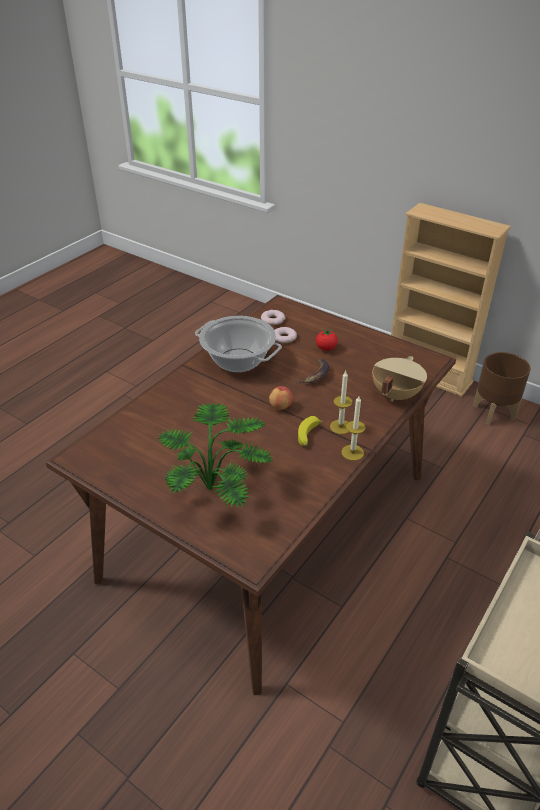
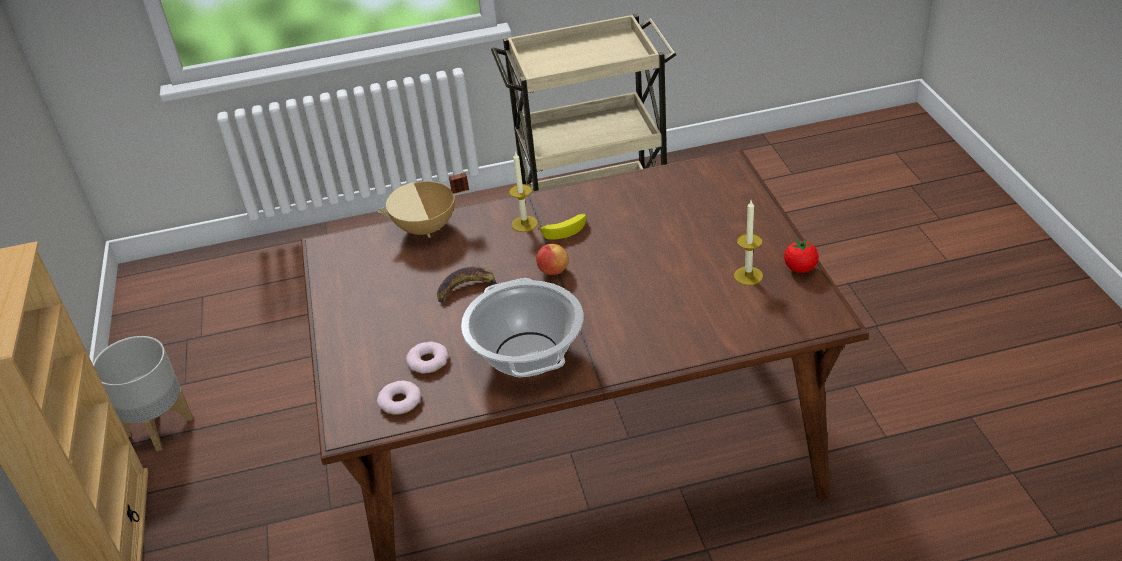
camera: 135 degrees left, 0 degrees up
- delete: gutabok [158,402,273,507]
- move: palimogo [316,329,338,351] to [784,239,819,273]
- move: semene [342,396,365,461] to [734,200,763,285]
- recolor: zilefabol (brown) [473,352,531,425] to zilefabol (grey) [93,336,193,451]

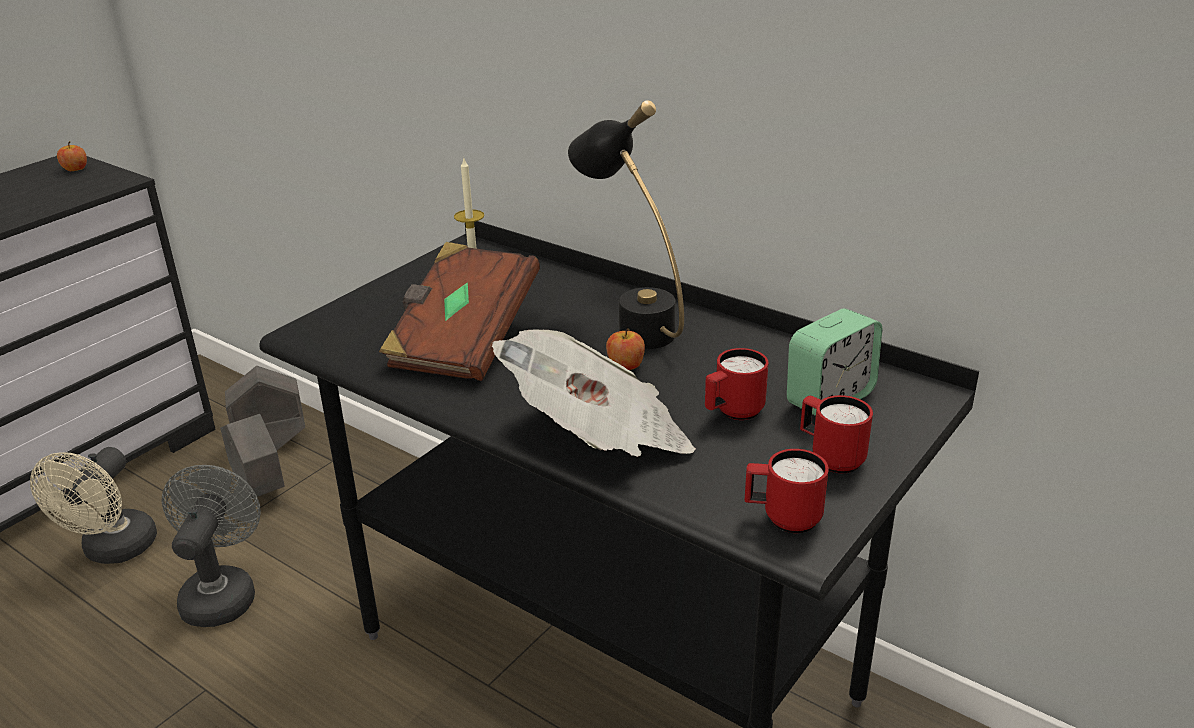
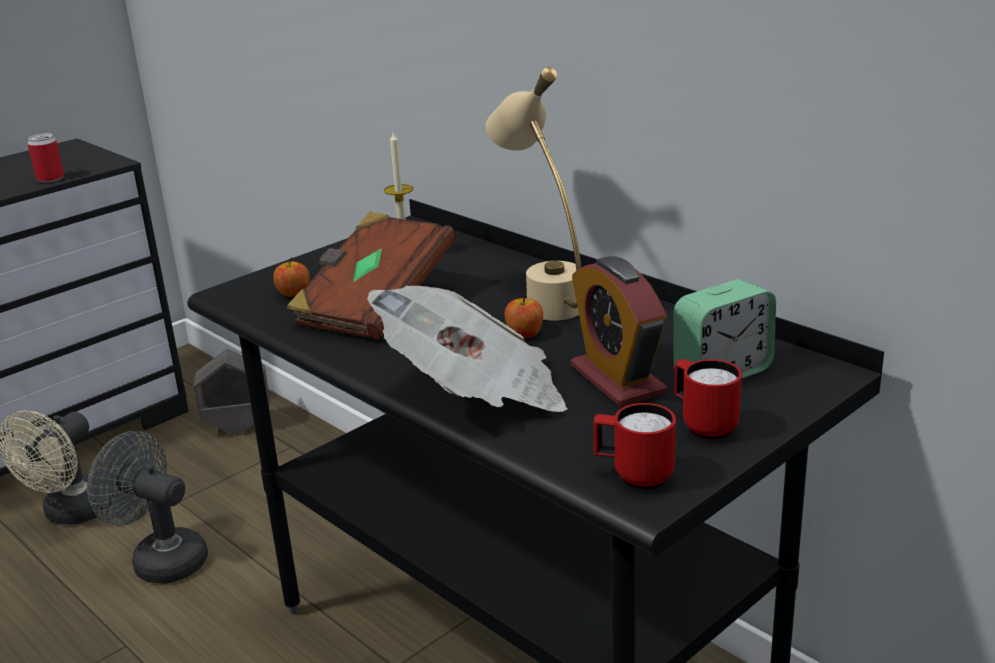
camera: 10 degrees right, 5 degrees down
- delete: zilefabol (grey) [220,414,285,498]
- insert: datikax [27,133,64,183]
- move: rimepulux [57,141,87,171] to [273,257,310,297]
- replace: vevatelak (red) [705,348,768,420] to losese [571,256,667,407]
- recolor: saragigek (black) [568,100,684,349] to saragigek (beige) [486,67,581,321]
- rotate: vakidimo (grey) [162,465,261,627] = [87,431,208,584] 75 degrees counterclockwise

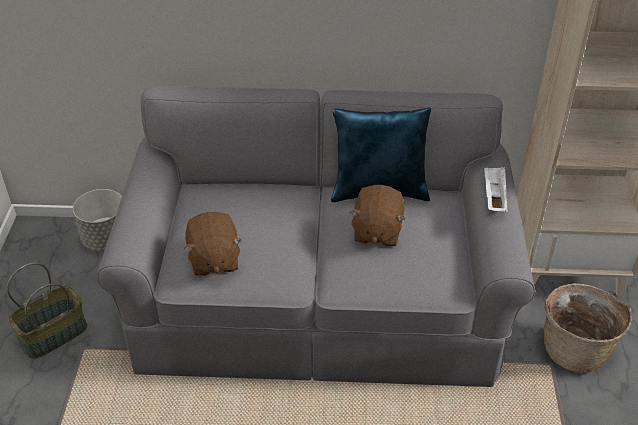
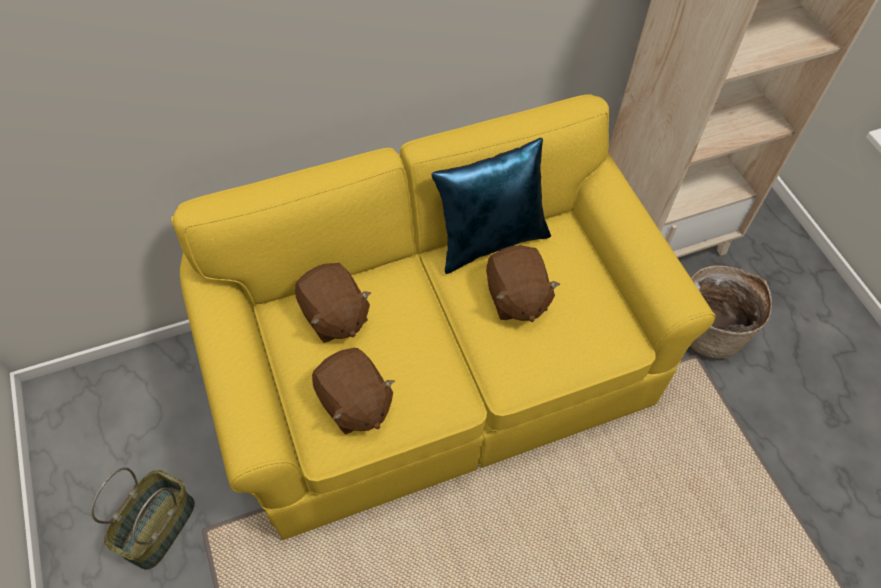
camera: 25 degrees left, 15 degrees up
- delete: zilefabol (grey) [73,189,122,251]
- delete: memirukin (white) [484,167,508,212]
- insert: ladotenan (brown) [295,263,371,343]
- recolor: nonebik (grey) [97,86,535,387] to nonebik (yellow) [171,94,716,540]

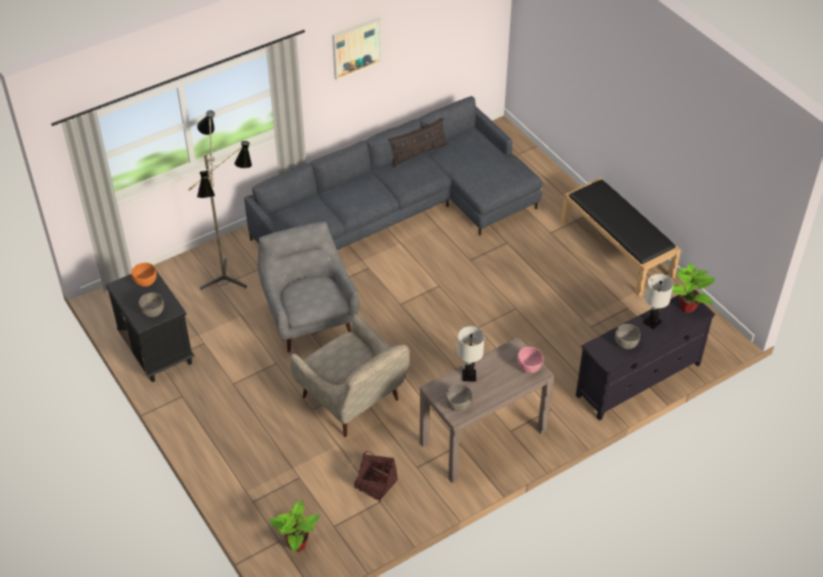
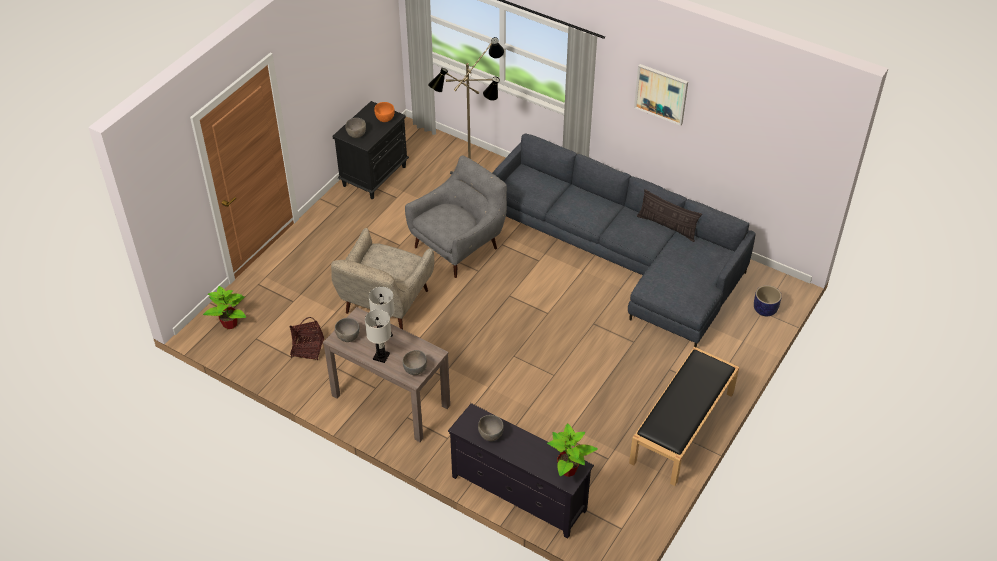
camera: 65 degrees right, 0 degrees up
- insert: zilefabol [754,285,782,316]
- move: saragigek (white) [643,274,673,329] to [365,309,391,363]
- recolor: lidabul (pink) [517,347,543,373] to lidabul (grey) [403,350,427,375]

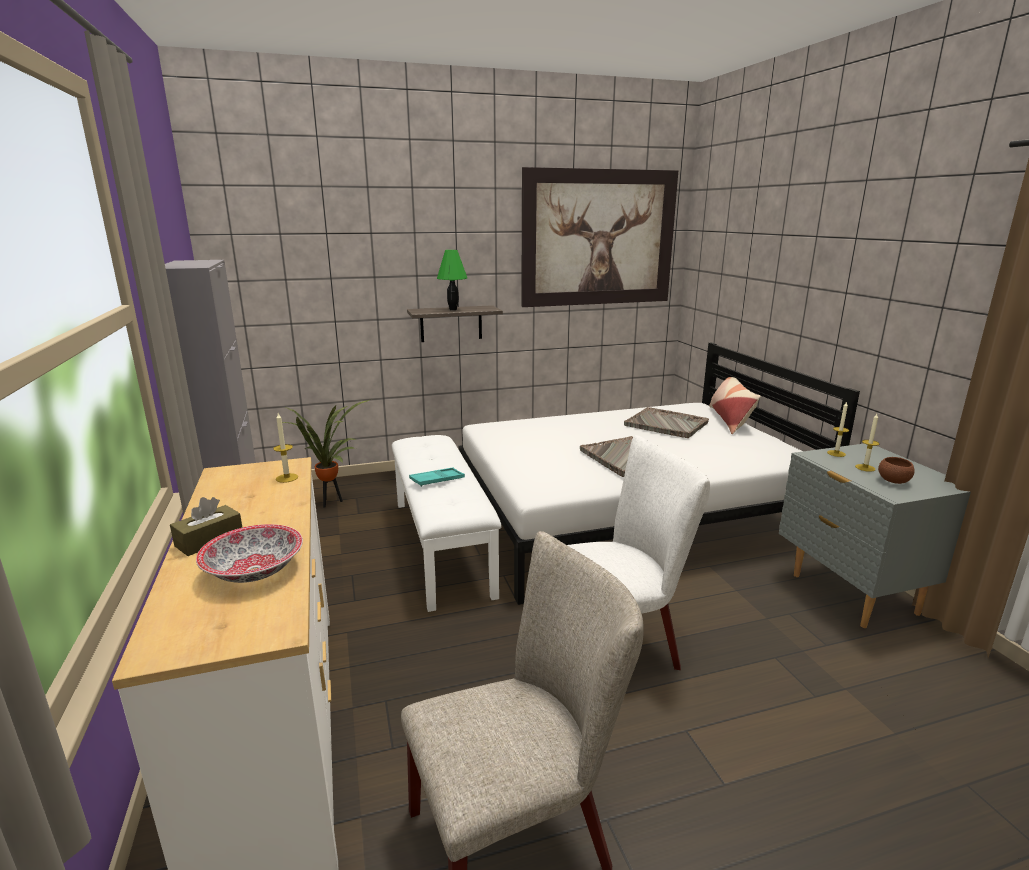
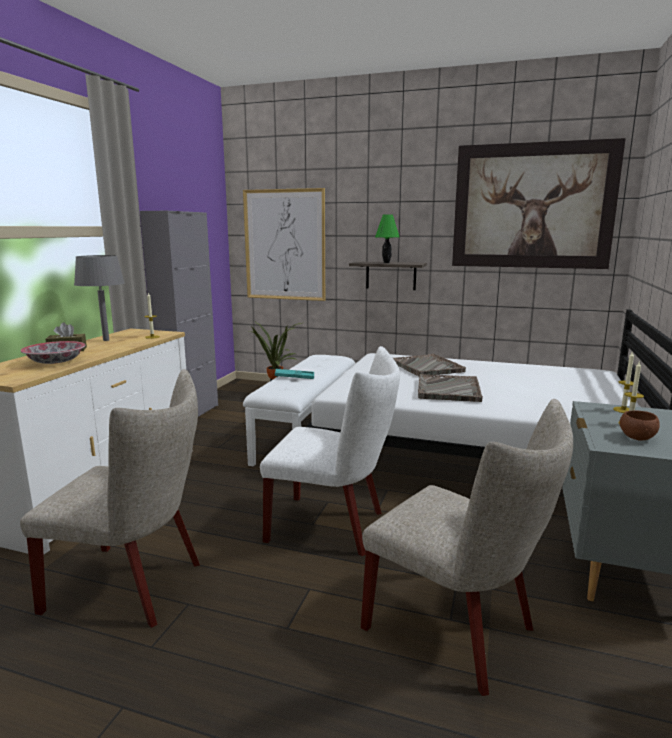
camera: 35 degrees right, 5 degrees down
- delete: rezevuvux [709,377,761,435]
- insert: saragigek (grey) [74,255,125,341]
- insert: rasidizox [243,188,325,301]
- insert: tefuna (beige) [361,399,573,696]
- move: memirukin (grey) [624,407,709,438] to [393,354,466,376]

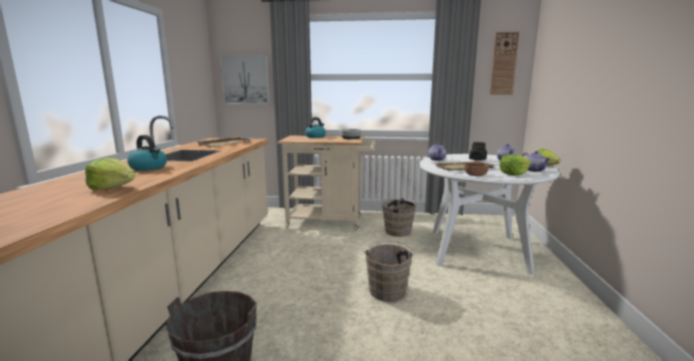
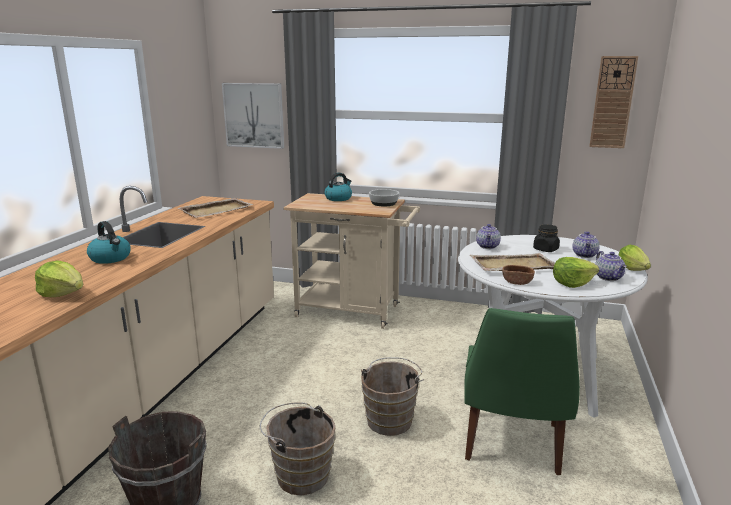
camera: 10 degrees right, 5 degrees up
- insert: tefuna (green) [464,308,580,475]
- move: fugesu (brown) [379,198,416,237] to [260,402,336,495]

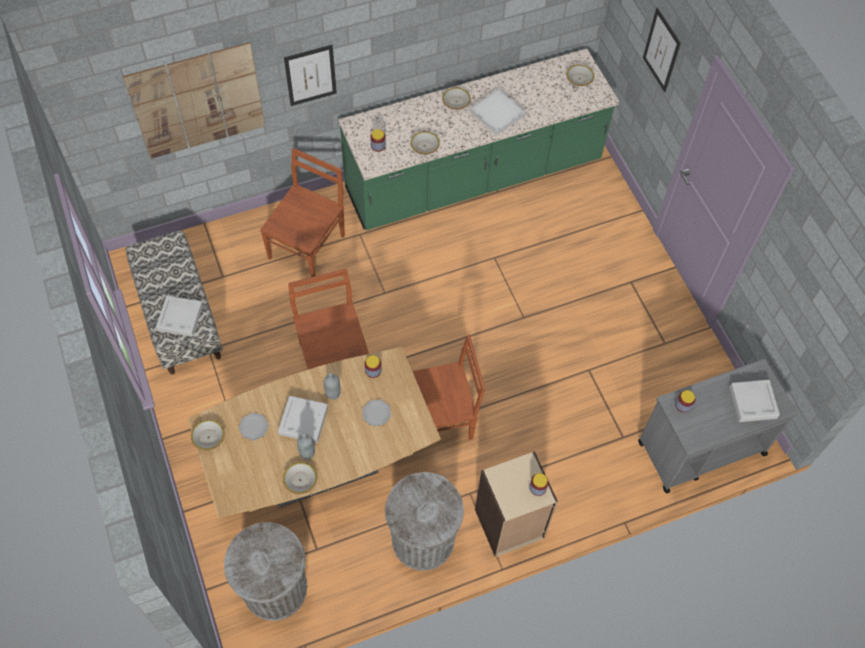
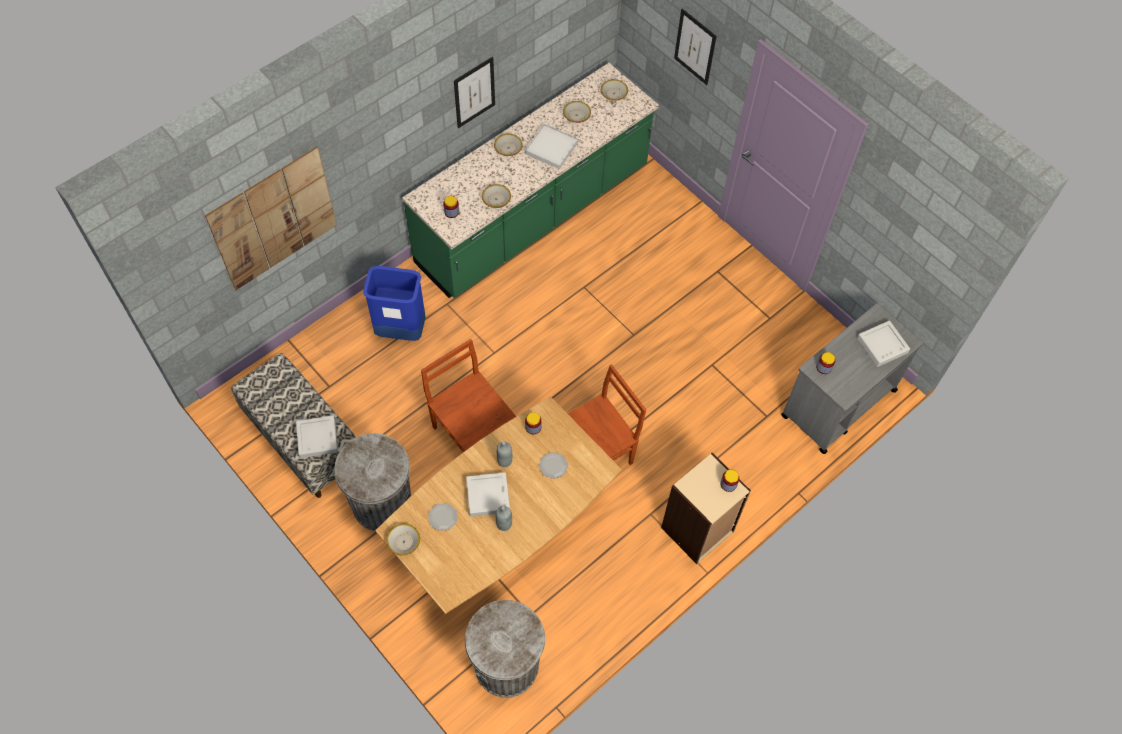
camera: 20 degrees left, 0 degrees up
- move: lidabul [283,462,317,494] to [563,101,591,123]
- move: rasidizox [284,45,337,106] to [454,57,495,128]
- move: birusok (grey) [385,472,464,571] to [334,433,411,531]
- replace: tefuna (brown) [260,148,345,277] to birusok (blue) [363,266,426,341]

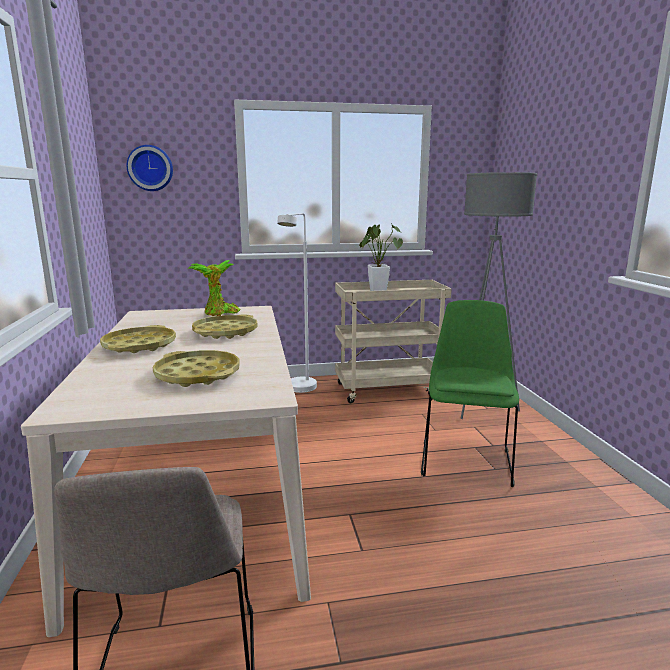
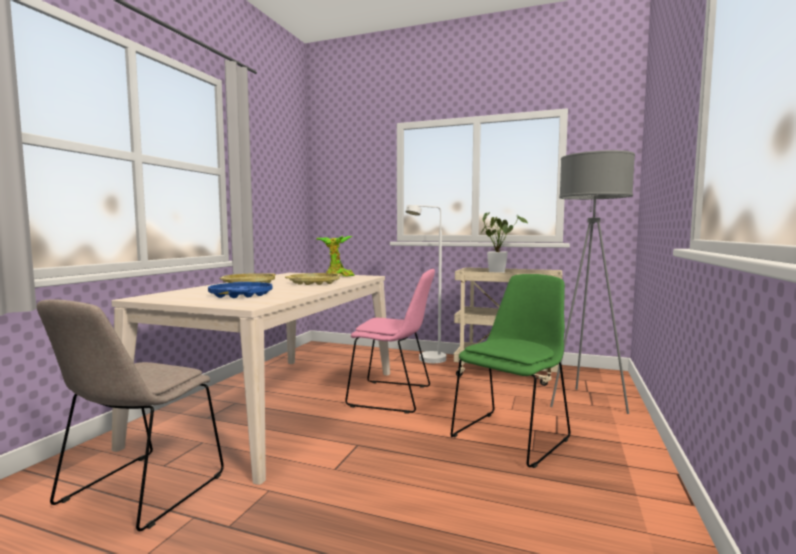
camera: 30 degrees right, 10 degrees down
- delete: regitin [127,145,173,191]
- insert: tefuna (pink) [345,269,435,414]
- recolor: memirukin (yellow) [153,350,240,387] to memirukin (blue) [208,282,272,298]

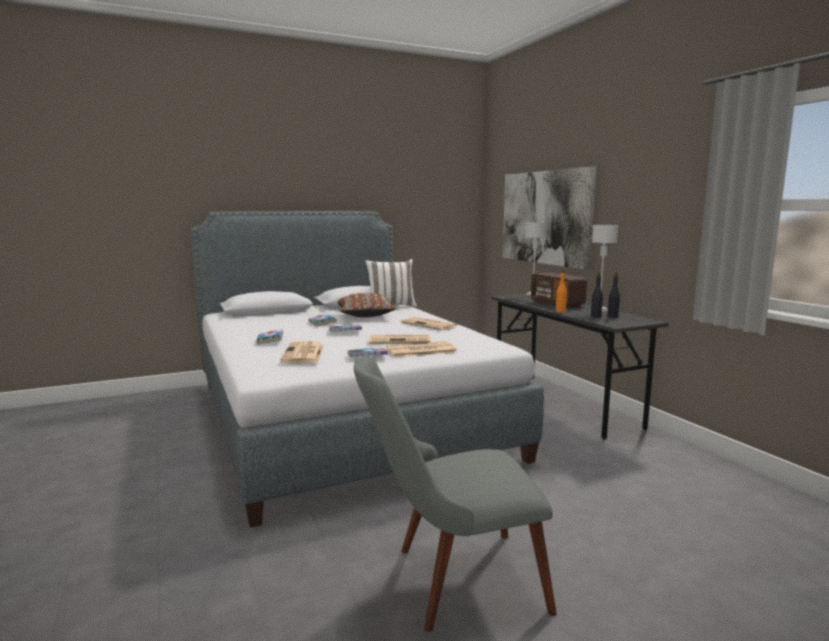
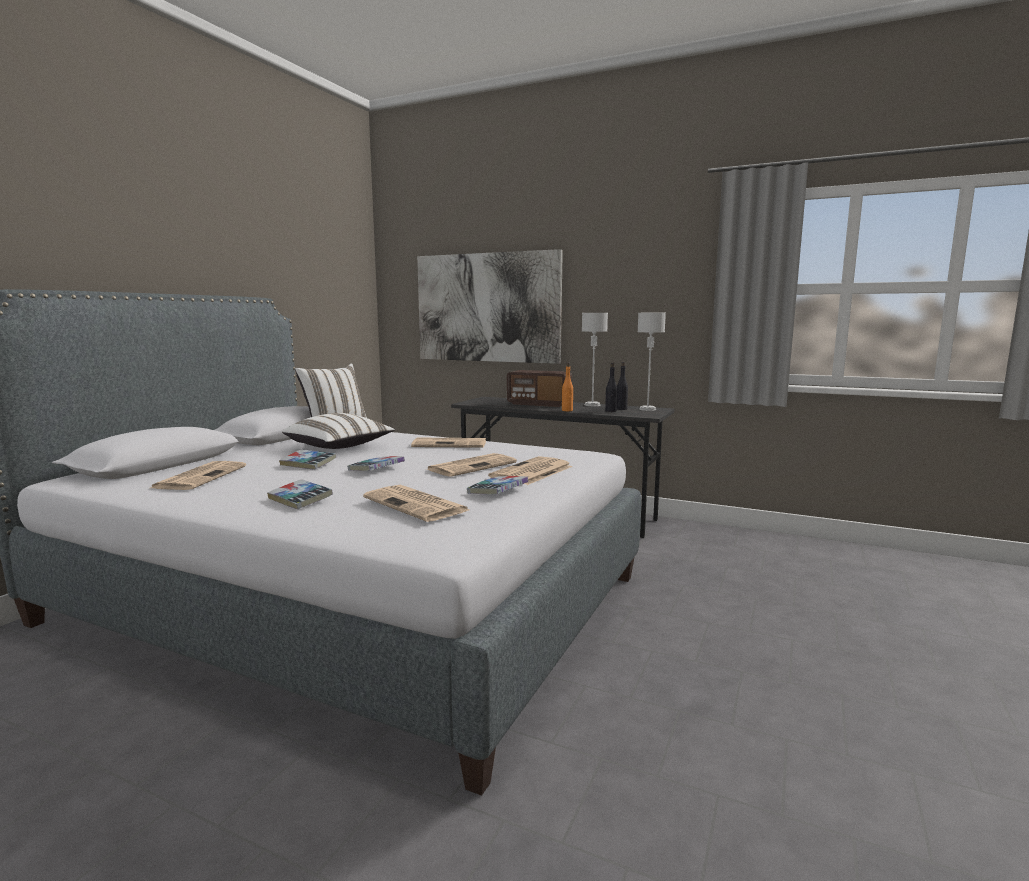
camera: 40 degrees left, 0 degrees up
- delete: tefuna (grey) [354,356,557,632]
- insert: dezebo [151,461,246,490]
- move: saragigek (grey) [525,222,546,296] to [637,313,666,411]
- recolor: rezevuvux (brown) [338,293,396,317] to rezevuvux (white) [282,413,395,449]

